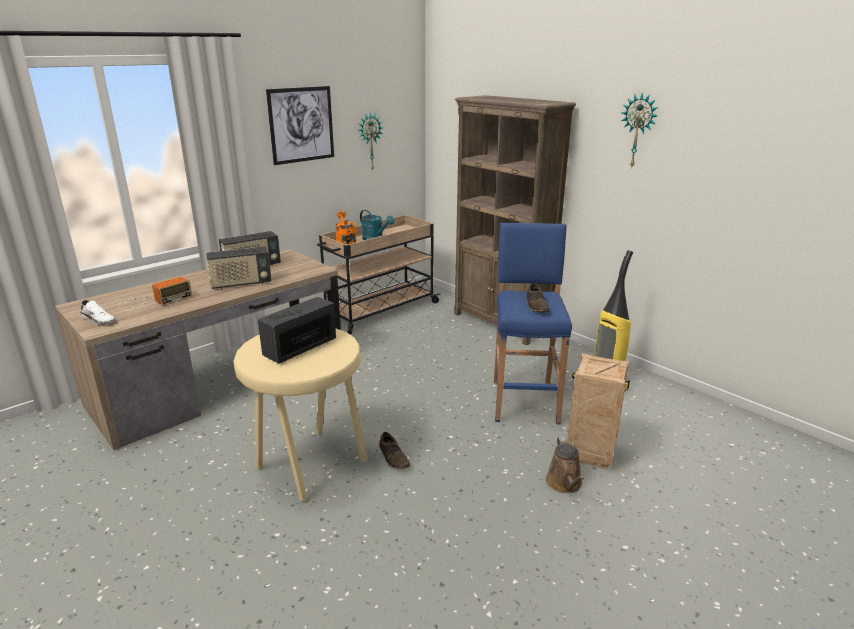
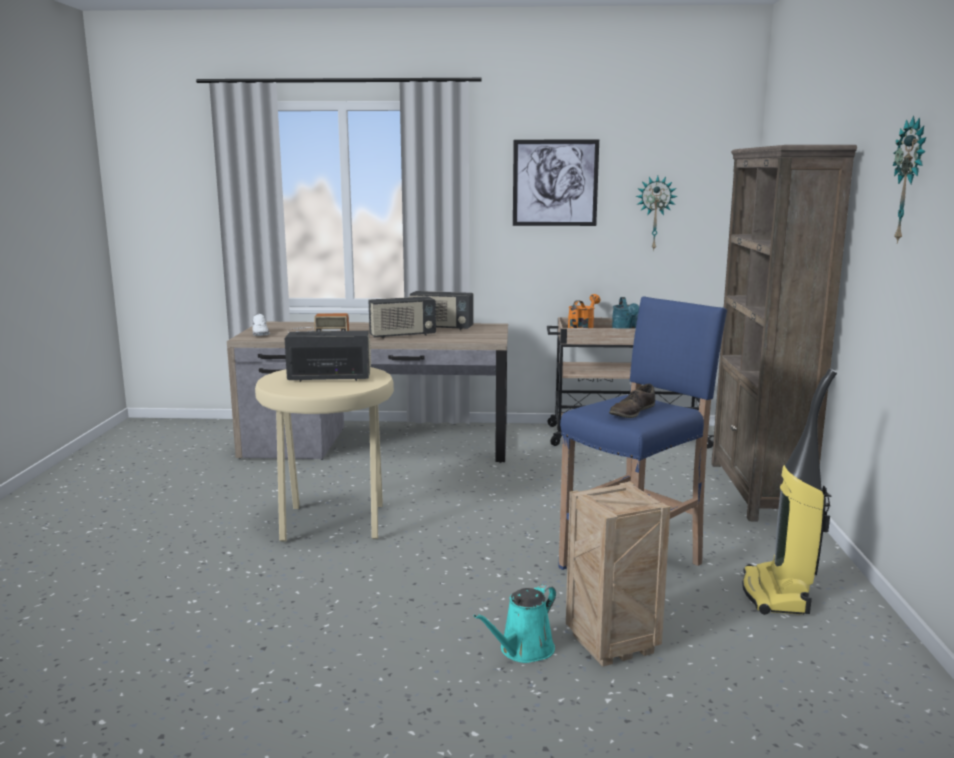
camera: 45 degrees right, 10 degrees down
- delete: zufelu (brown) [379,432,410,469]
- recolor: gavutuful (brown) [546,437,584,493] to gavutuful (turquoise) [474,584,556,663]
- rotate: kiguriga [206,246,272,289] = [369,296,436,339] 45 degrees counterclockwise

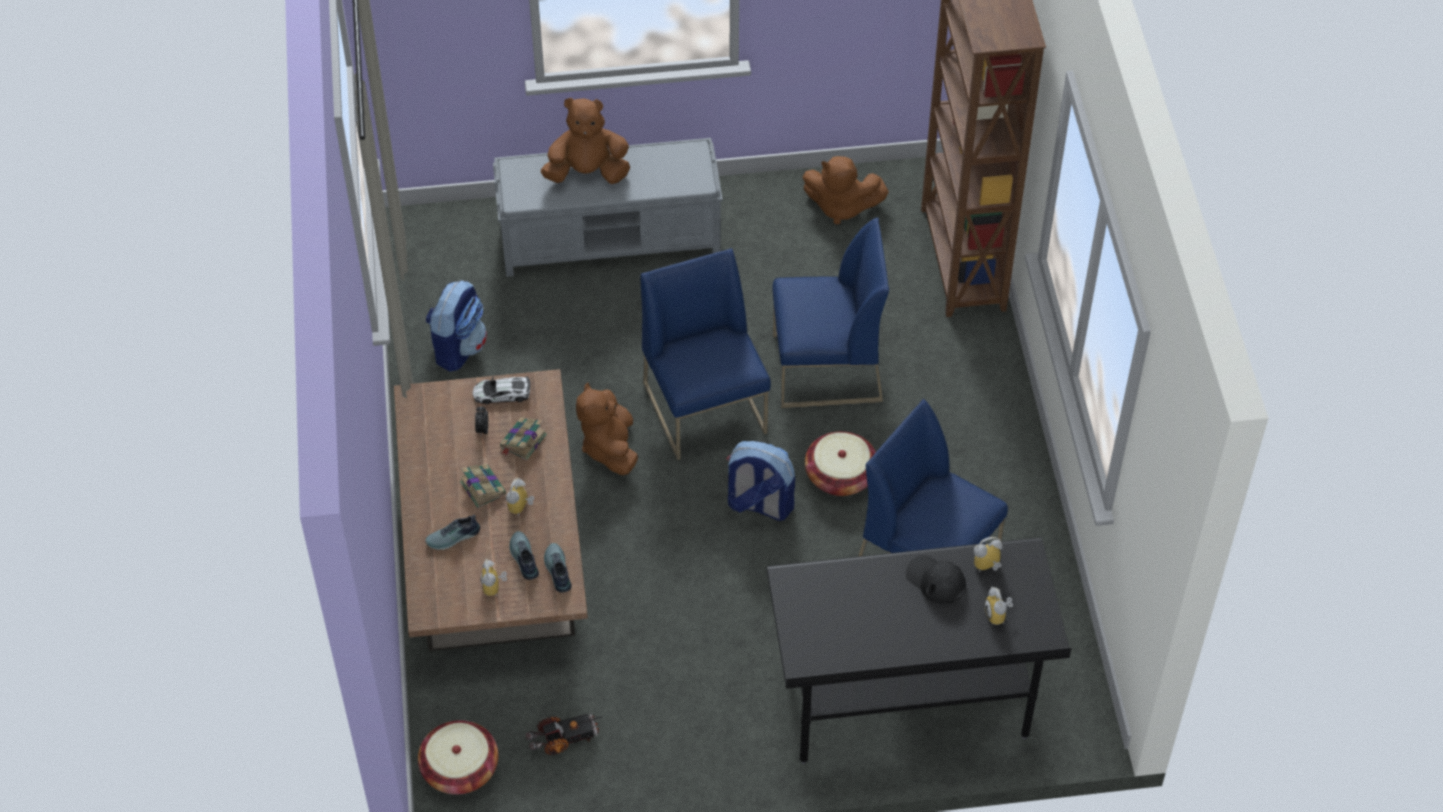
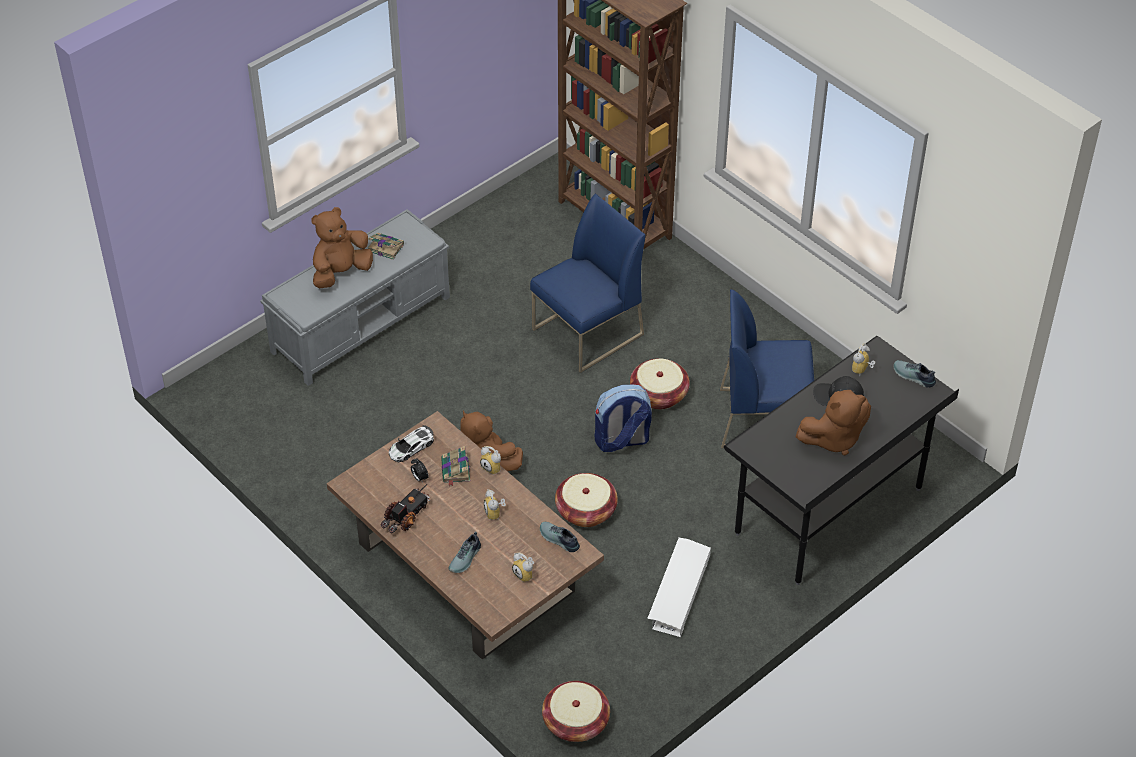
camera: 35 degrees left, 5 degrees down
- delete: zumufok [426,280,487,372]
- delete: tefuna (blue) [641,248,771,460]
- insert: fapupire [555,473,618,527]
- insert: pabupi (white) [647,538,711,637]
- move: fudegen [460,464,506,508] to [368,233,404,260]
- move: zufelu [509,531,539,580] to [893,360,936,388]
- move: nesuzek [526,713,602,755] to [381,484,430,533]
- move: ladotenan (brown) [802,156,889,225] to [795,390,871,455]
- move: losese [984,587,1013,625] to [480,446,501,474]

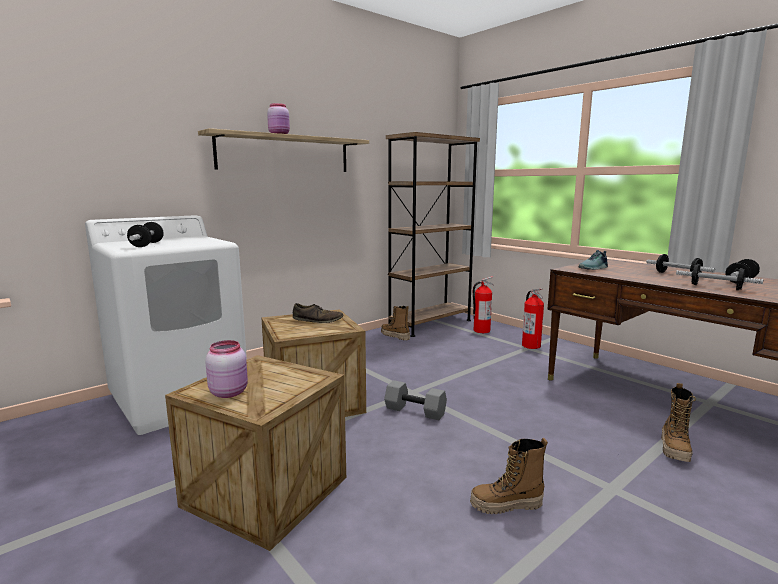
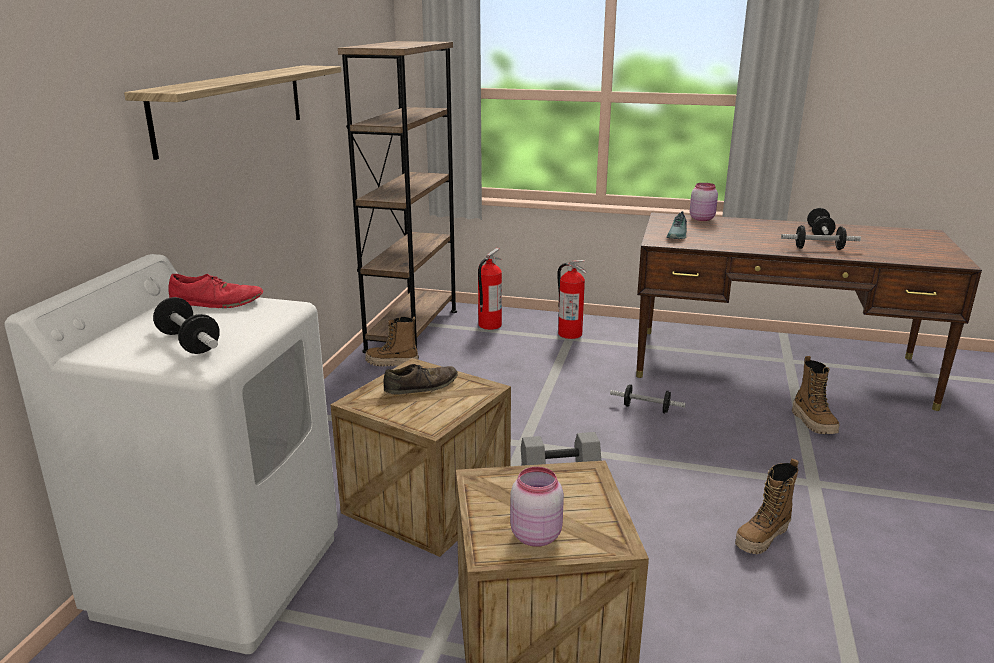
camera: 35 degrees left, 10 degrees up
- insert: zufelu (red) [168,274,263,308]
- move: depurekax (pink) [267,103,290,134] to [690,183,718,221]
- move: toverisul [646,254,715,277] to [610,384,686,413]

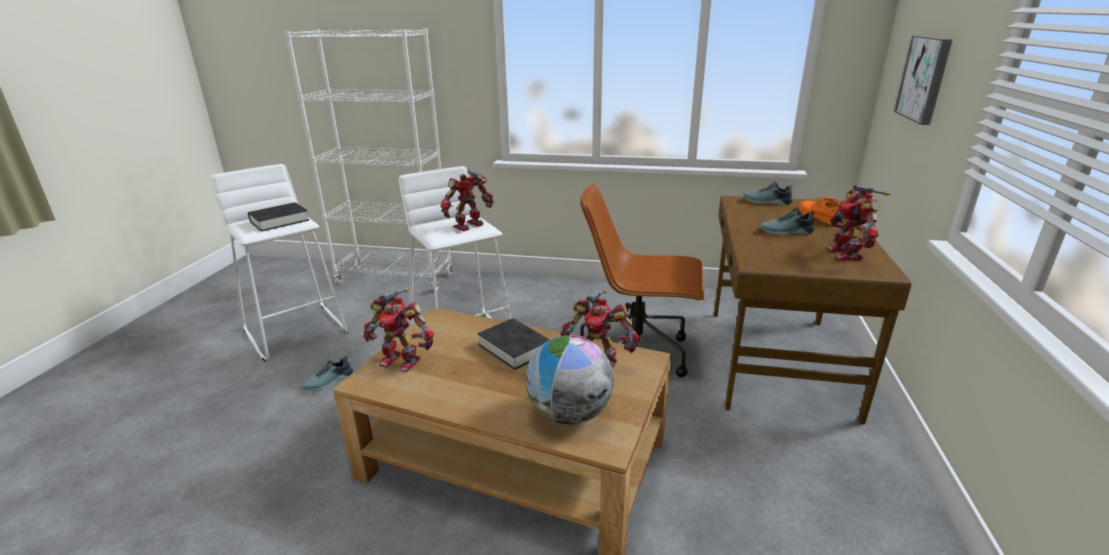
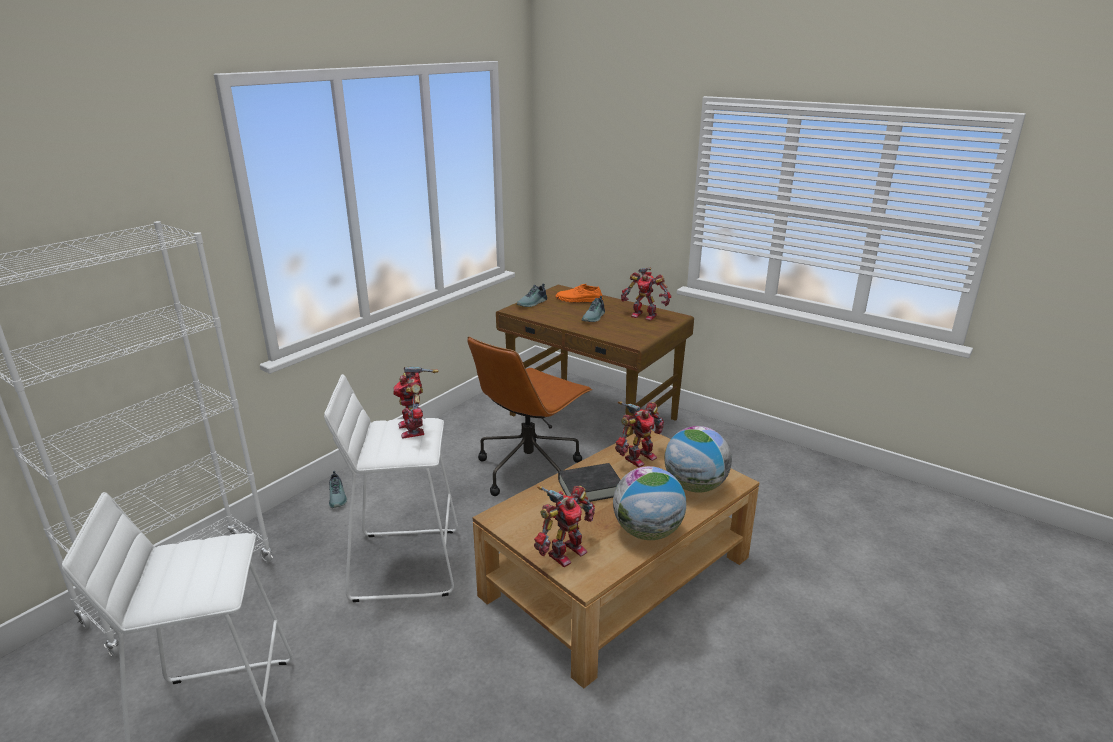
camera: 65 degrees left, 0 degrees up
- delete: fudegen (black) [248,202,309,232]
- delete: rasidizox [894,35,953,125]
- insert: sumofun [613,466,686,540]
- move: zufelu [302,356,353,391] to [329,471,347,508]

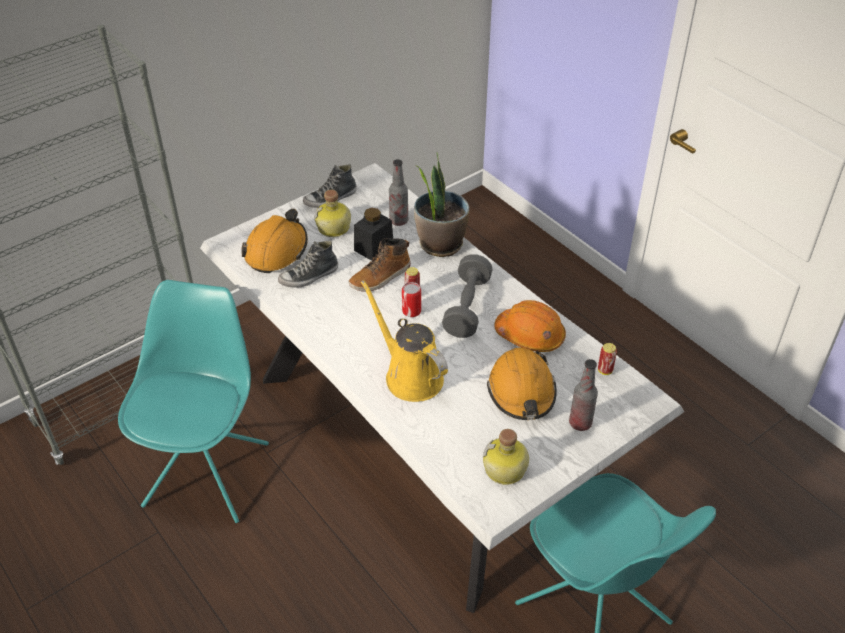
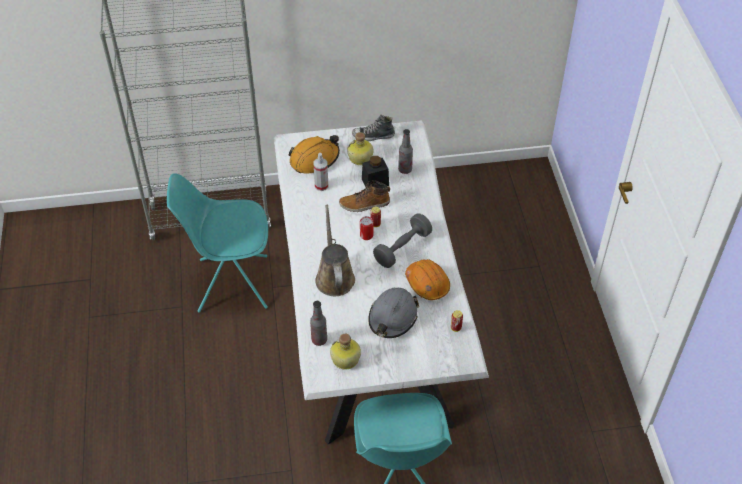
camera: 30 degrees right, 5 degrees up
- delete: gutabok [414,152,469,257]
- move: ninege [569,359,598,431] to [310,301,327,346]
- replace: zufelu [278,241,338,287] to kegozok [314,153,328,191]
- recolor: gavutuful (yellow) [361,280,448,402] to gavutuful (brown) [315,205,355,296]
- recolor: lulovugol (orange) [487,347,557,420] to lulovugol (grey) [368,288,419,338]
- rotate: tefuna (turquoise) [118,280,269,523] = [167,173,268,313] 135 degrees counterclockwise

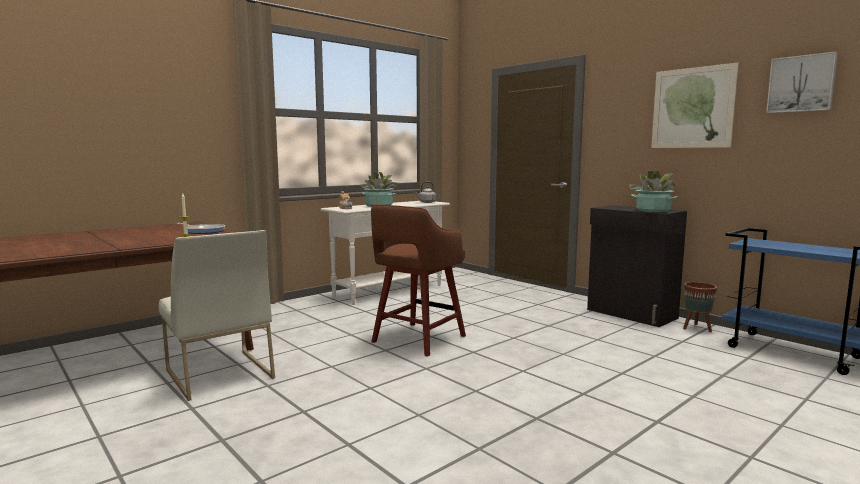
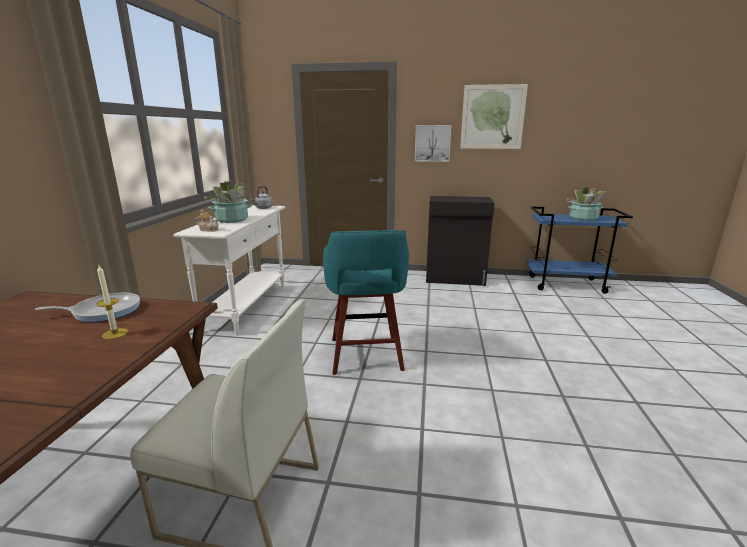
camera: 40 degrees left, 10 degrees up
- delete: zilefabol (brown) [683,282,717,332]
- move: gutabok [629,171,678,212] to [566,186,606,221]
- move: rasidizox [766,52,838,113] to [415,125,451,162]
- recolor: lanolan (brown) [371,205,466,357] to lanolan (turquoise) [323,230,409,375]

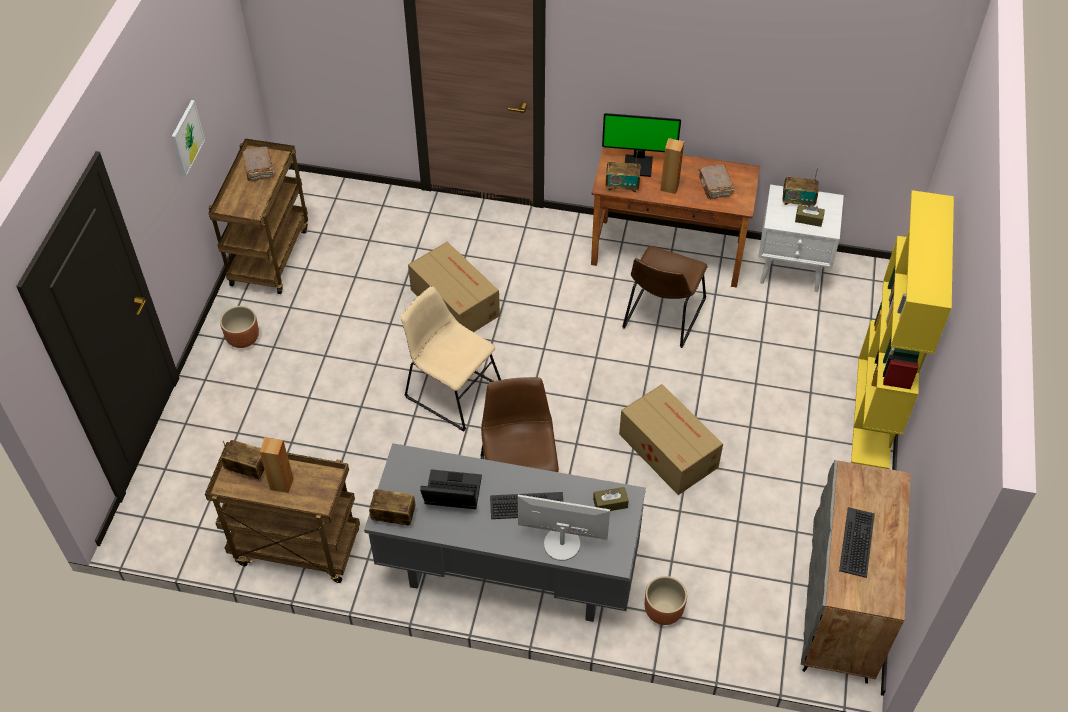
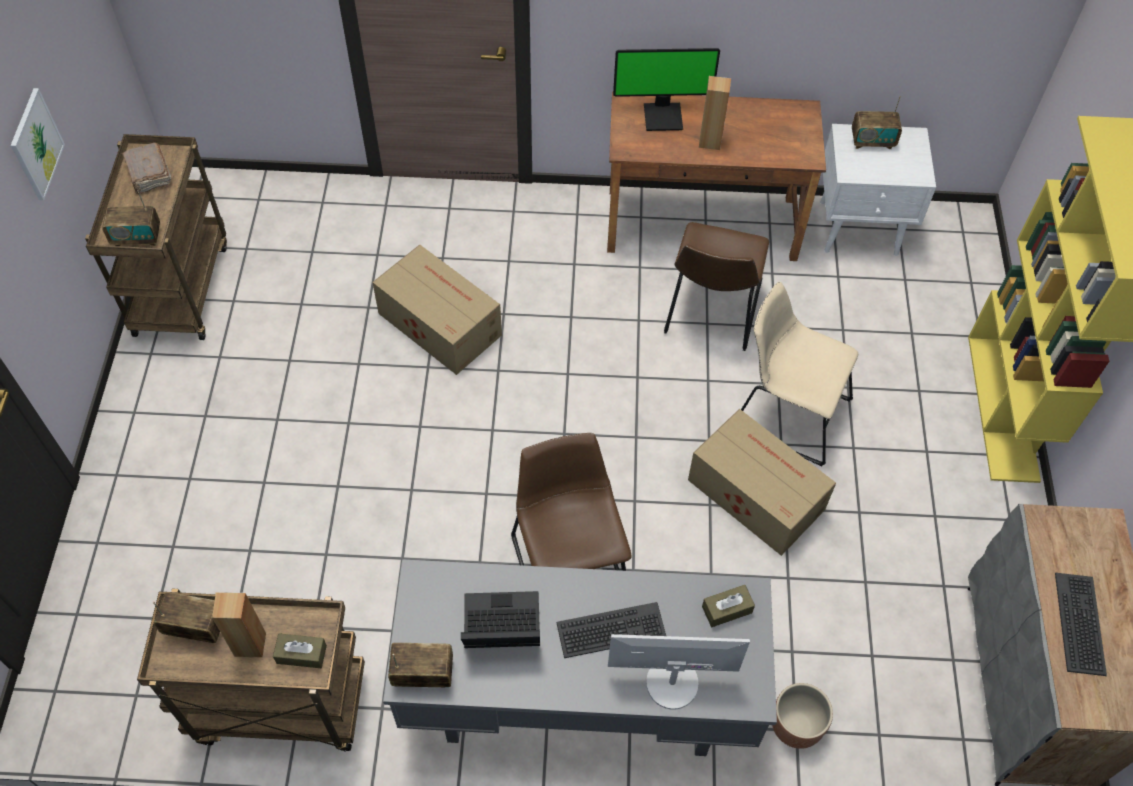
camera: 10 degrees left, 5 degrees up
- delete: zilefabol (brown) [220,306,259,348]
- delete: fudegen (brown) [699,164,734,199]
- move: tefuna (beige) [401,286,501,432] to [741,281,858,466]
- move: kiguriga [606,151,641,192] to [102,190,160,246]
- move: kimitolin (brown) [795,205,825,227] to [273,633,327,668]

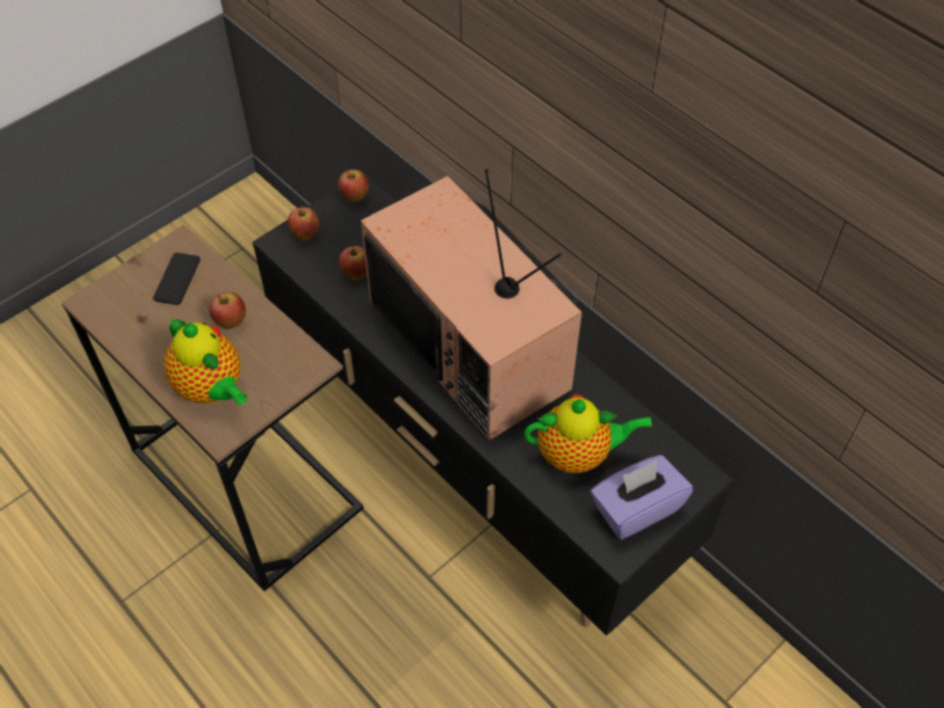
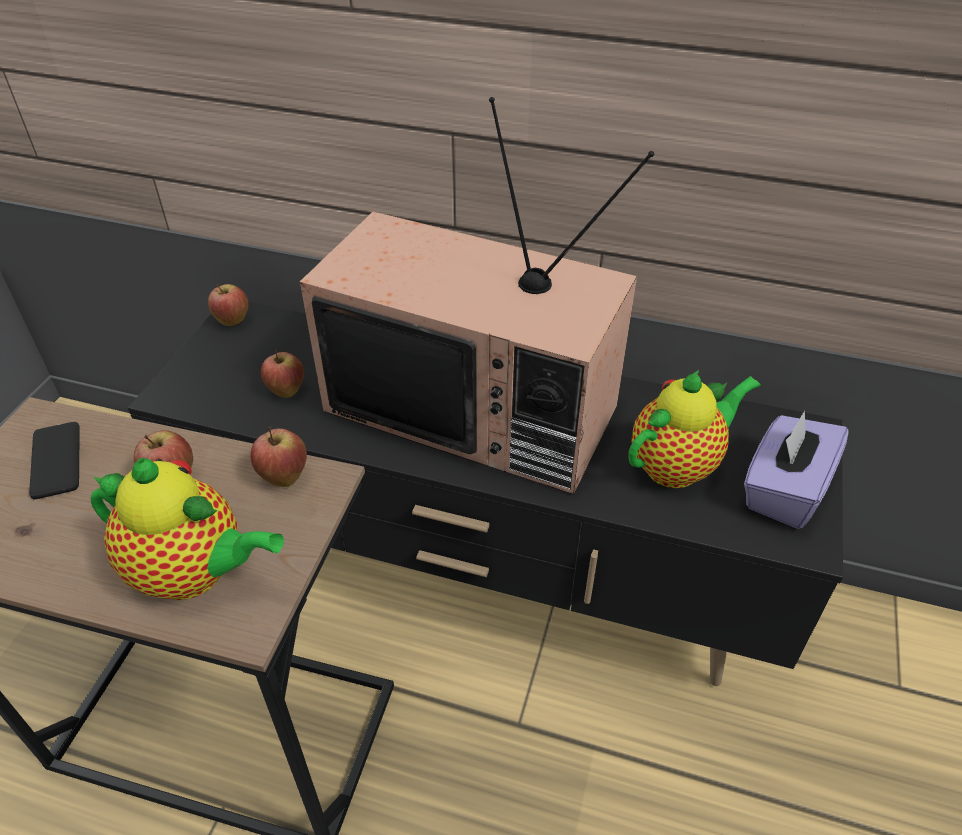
camera: 30 degrees left, 10 degrees down
- move: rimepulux [288,206,319,241] to [250,427,307,487]

